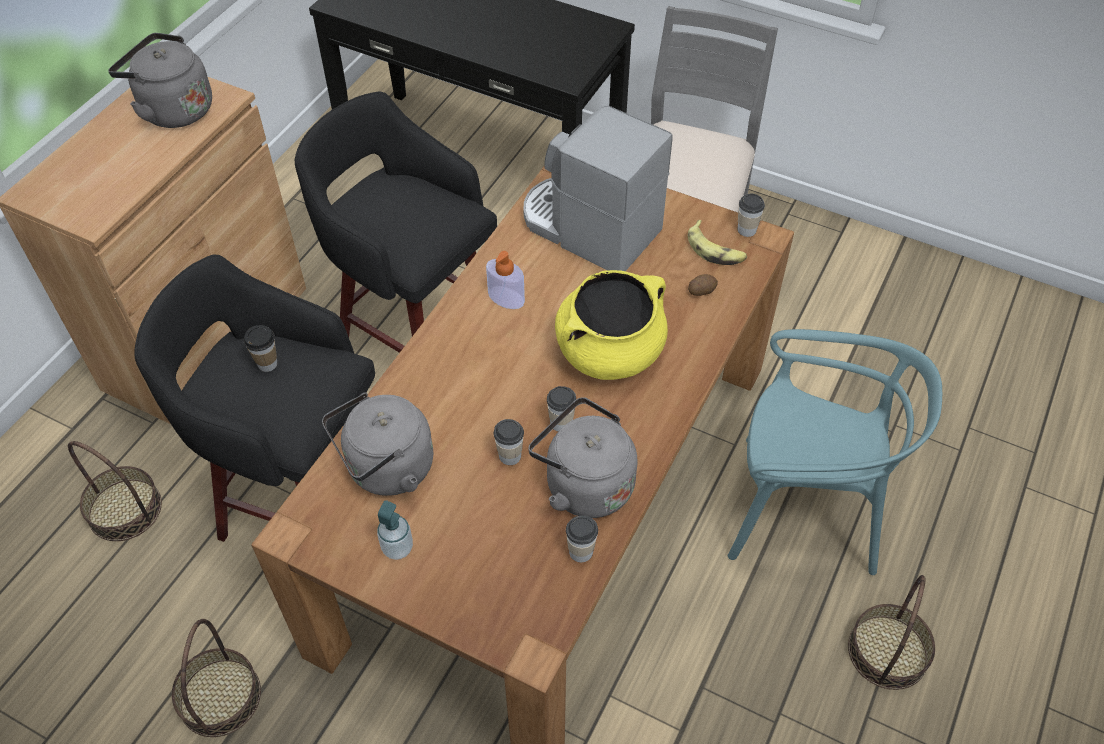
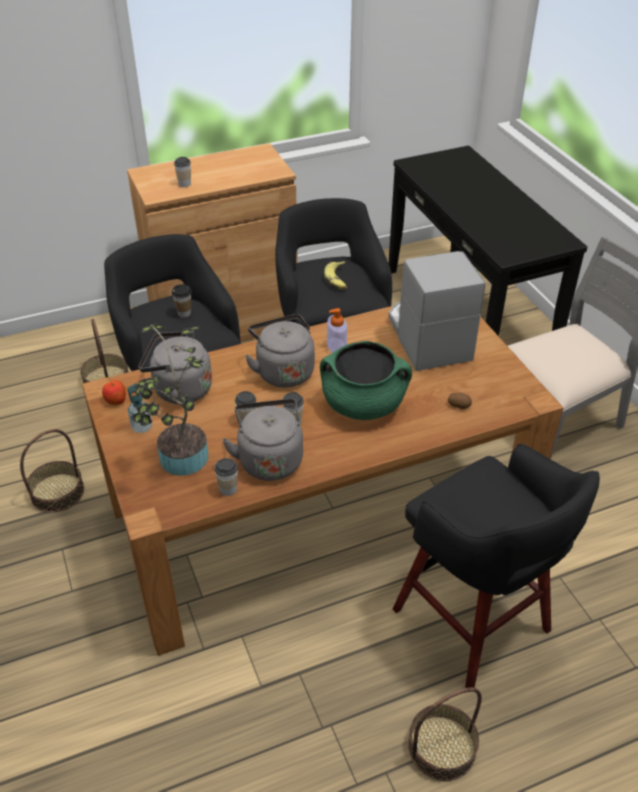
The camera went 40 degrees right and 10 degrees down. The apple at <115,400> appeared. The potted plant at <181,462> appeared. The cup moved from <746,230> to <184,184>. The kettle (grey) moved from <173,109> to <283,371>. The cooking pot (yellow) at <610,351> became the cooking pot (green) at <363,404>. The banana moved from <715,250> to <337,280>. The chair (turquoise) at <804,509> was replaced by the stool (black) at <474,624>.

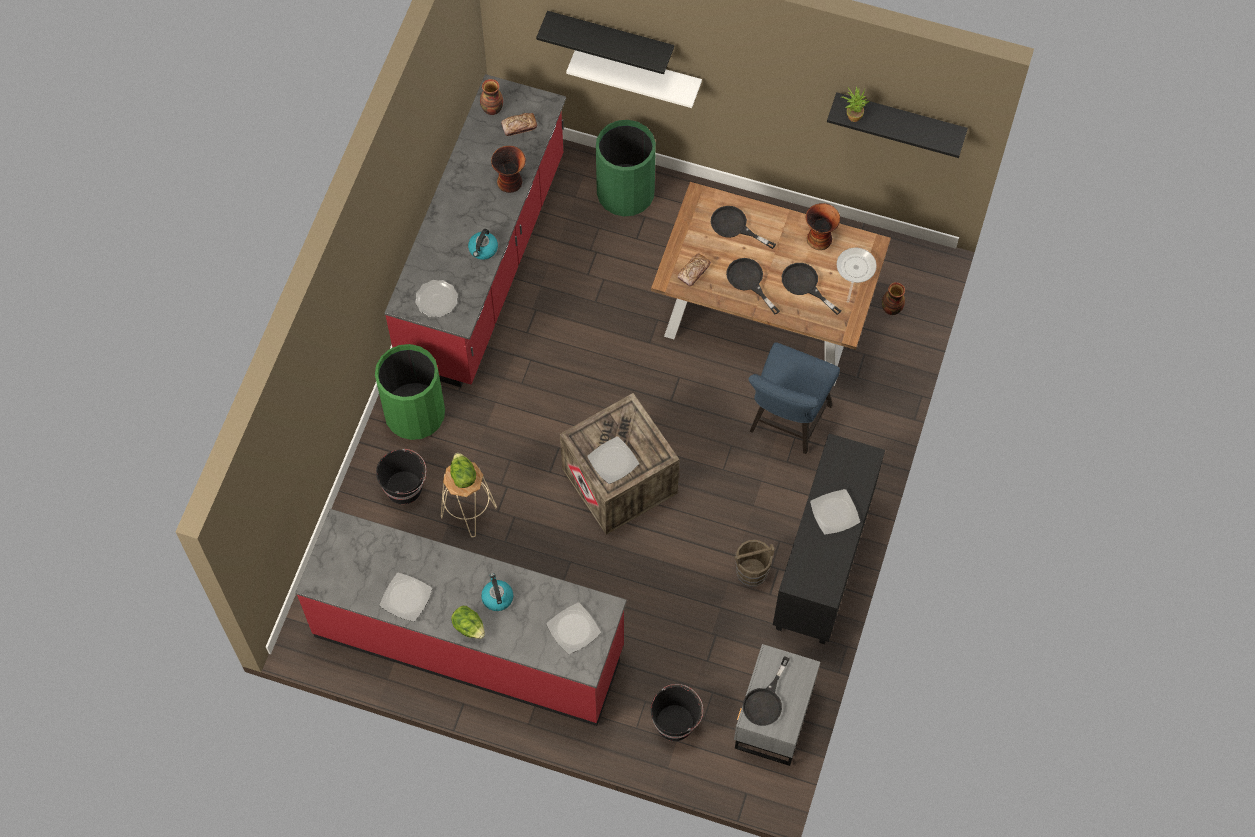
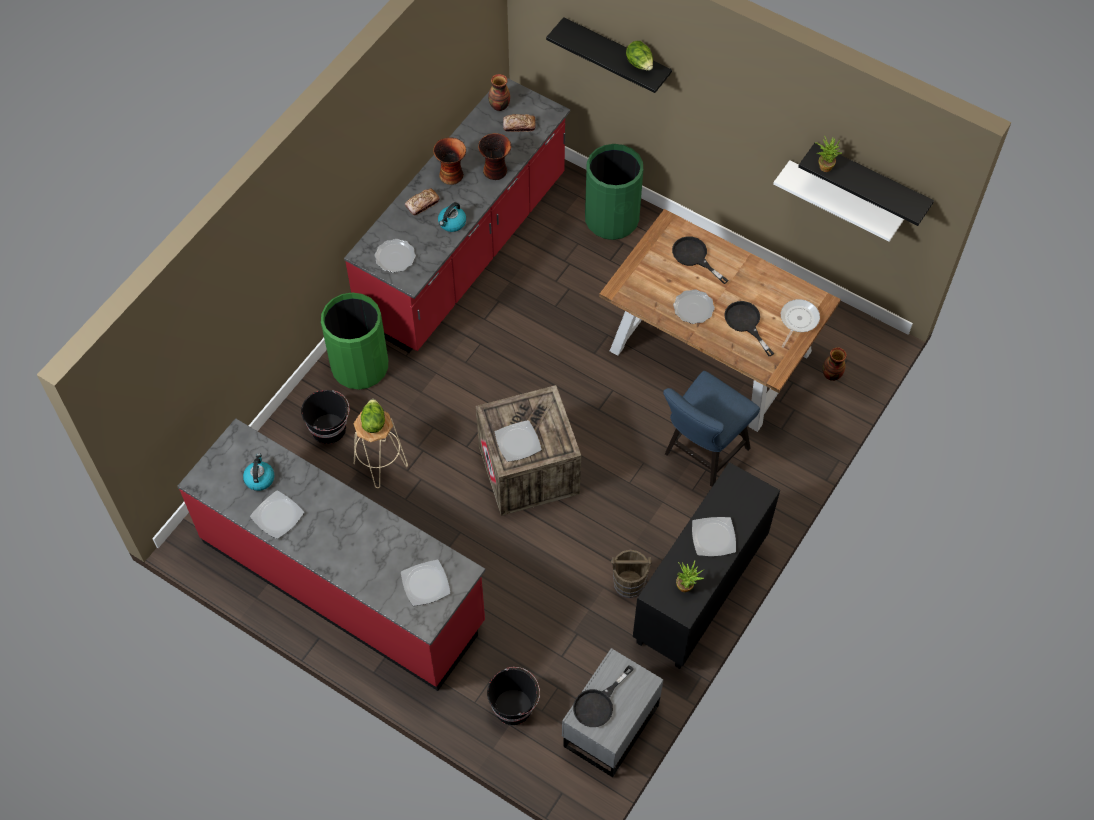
The camera went 15 degrees right and 5 degrees down. The kettle moved from <497,597> to <259,478>. The bread moved from <694,272> to <422,204>. The vase moved from <819,238> to <451,174>. The lettuce moved from <469,627> to <639,64>. The frying pan (black) at <748,281> was replaced by the plate at <693,308>. The potted plant at <687,586> appeared. The shelf (white) moved from <639,71> to <844,198>.

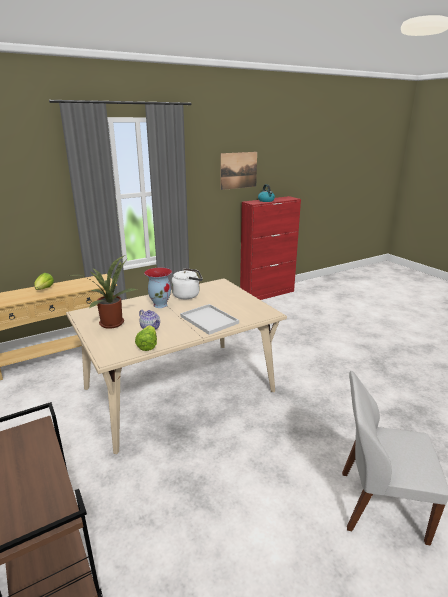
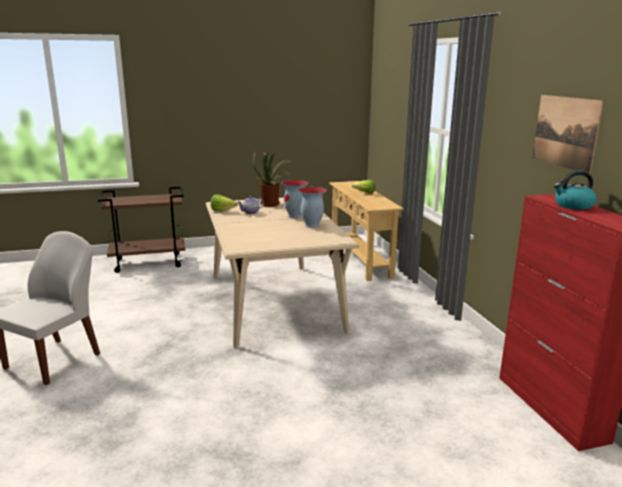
The camera went 105 degrees right and 5 degrees down. The kettle (white) at <188,295> was replaced by the vase at <311,225>. The tray (white) at <208,319> disappeared.

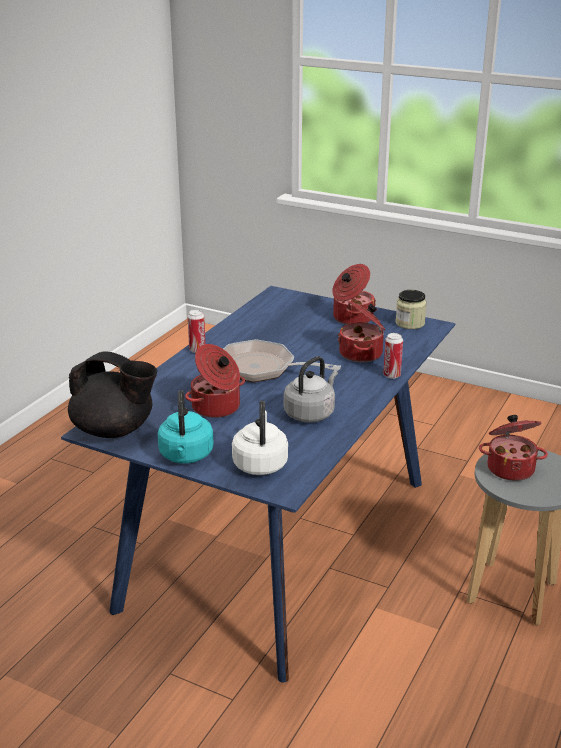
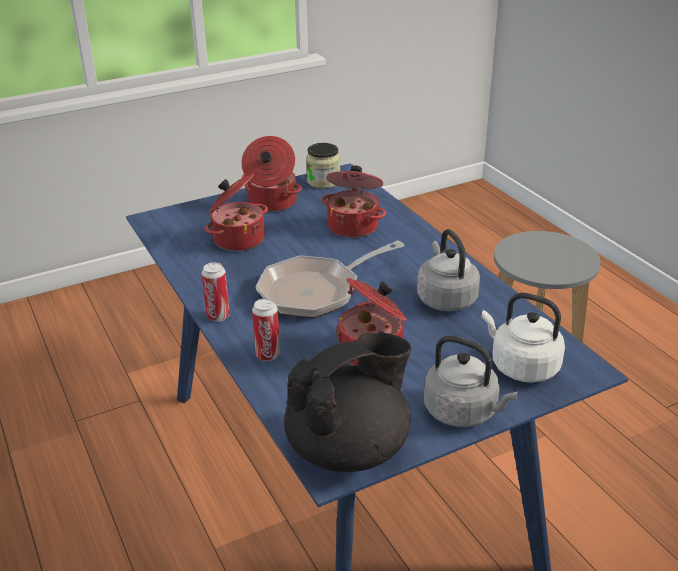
The camera went 55 degrees left and 5 degrees up. The cooking pot moved from <510,468> to <237,239>. The can moved from <392,375> to <268,355>. The kettle (turquoise) at <186,456> became the kettle (grey) at <464,412>.

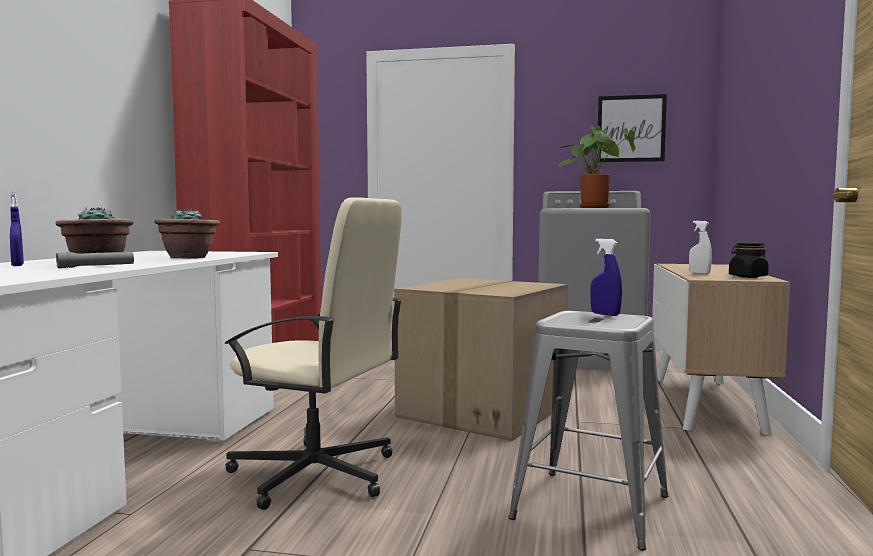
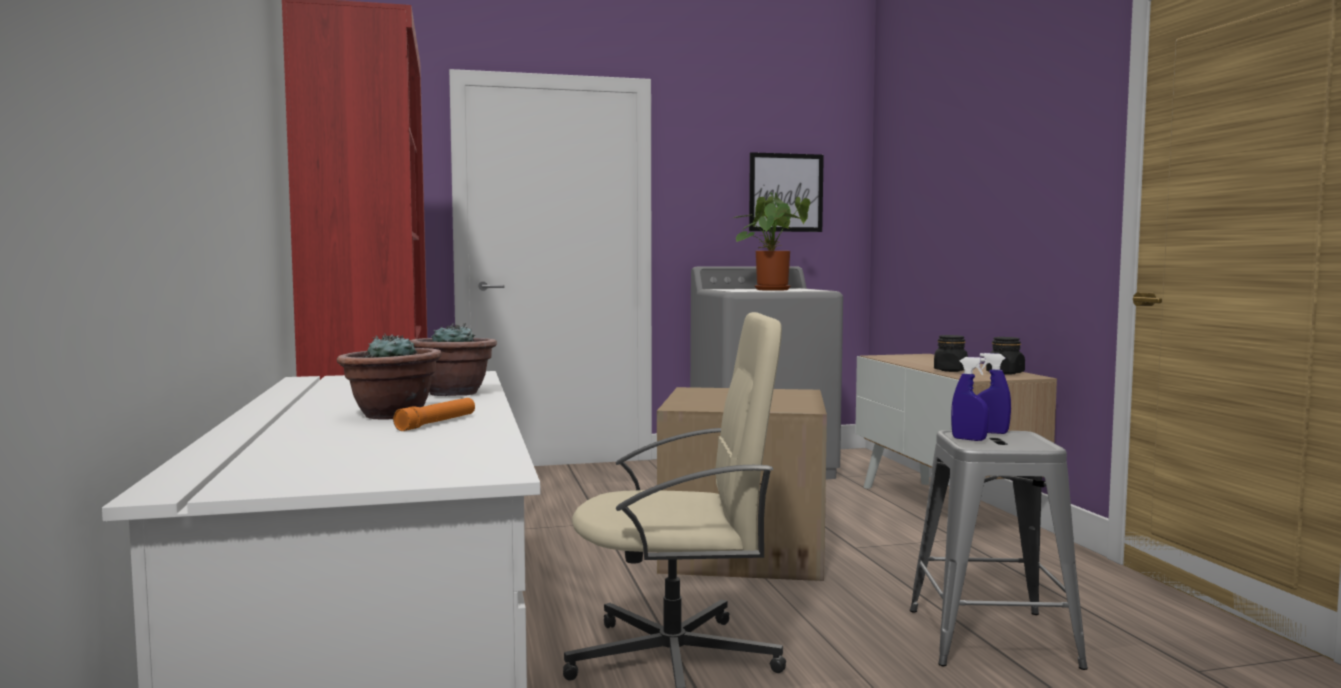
The camera went 25 degrees left and 0 degrees up. The flashlight (grey) at <96,266> became the flashlight (orange) at <437,423>. The spray bottle (white) at <699,273> was replaced by the jar (black) at <950,370>. The spray bottle (blue) moved from <17,265> to <969,439>.

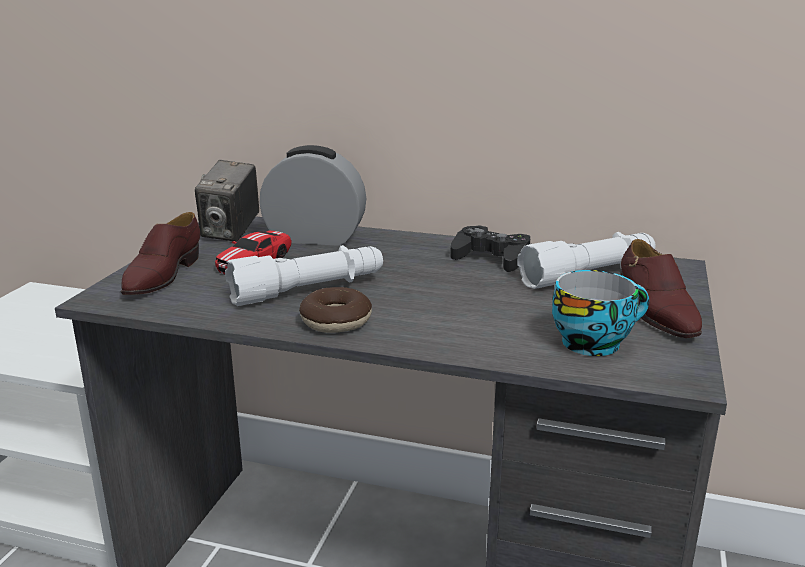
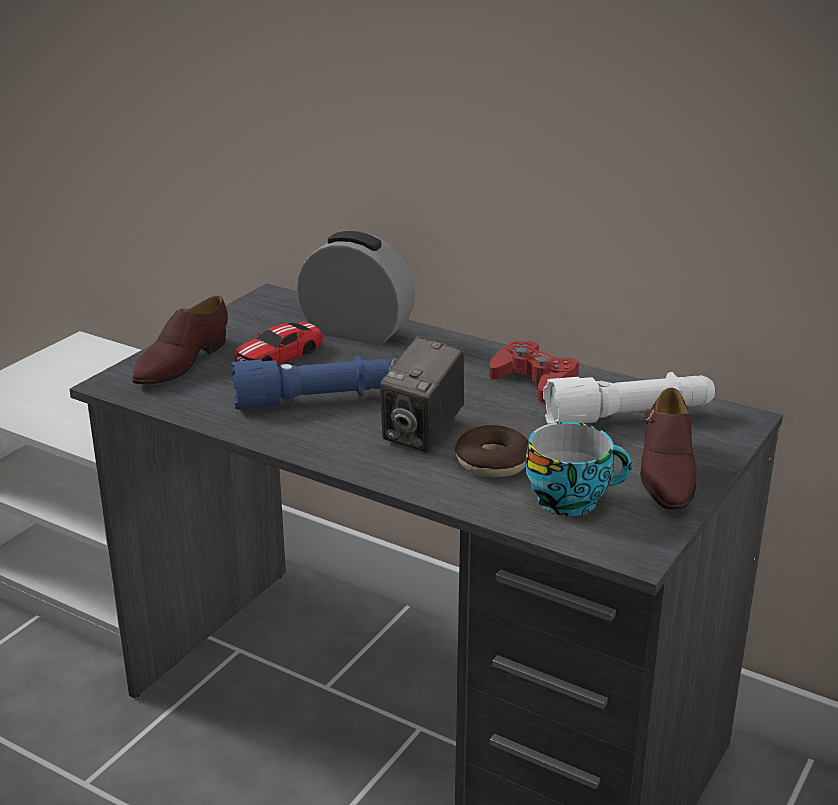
The camera went 15 degrees right and 5 degrees up. The flashlight (white) at <309,291> became the flashlight (blue) at <317,400>. The photo camera moved from <231,232> to <423,434>. The donut moved from <336,321> to <493,463>. The game controller (black) at <491,257> became the game controller (red) at <534,381>.

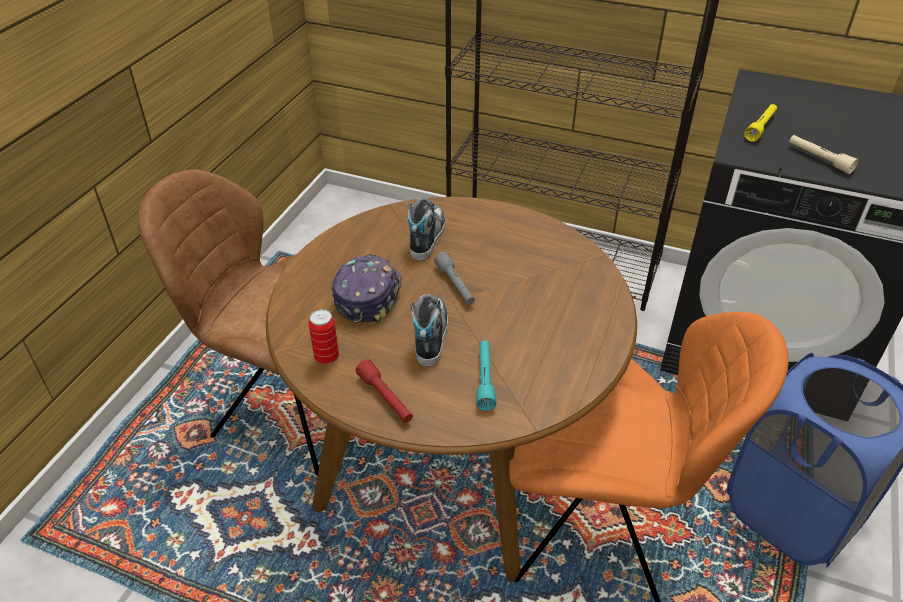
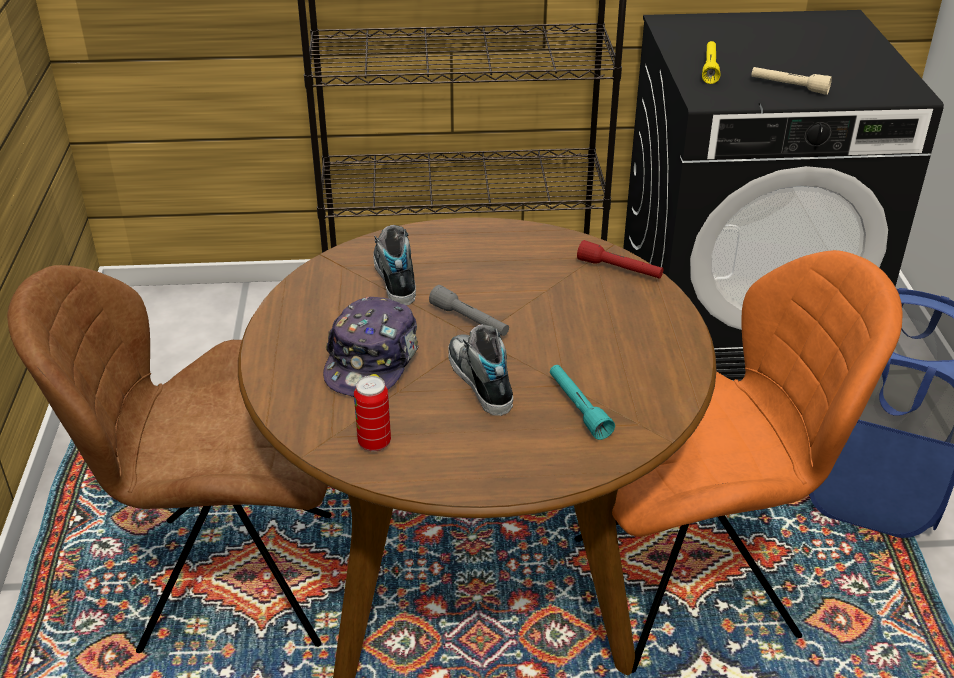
The camera went 25 degrees left and 5 degrees down. The cap at <367,295> turned 150 degrees counterclockwise. The flashlight (red) moved from <385,398> to <619,270>.

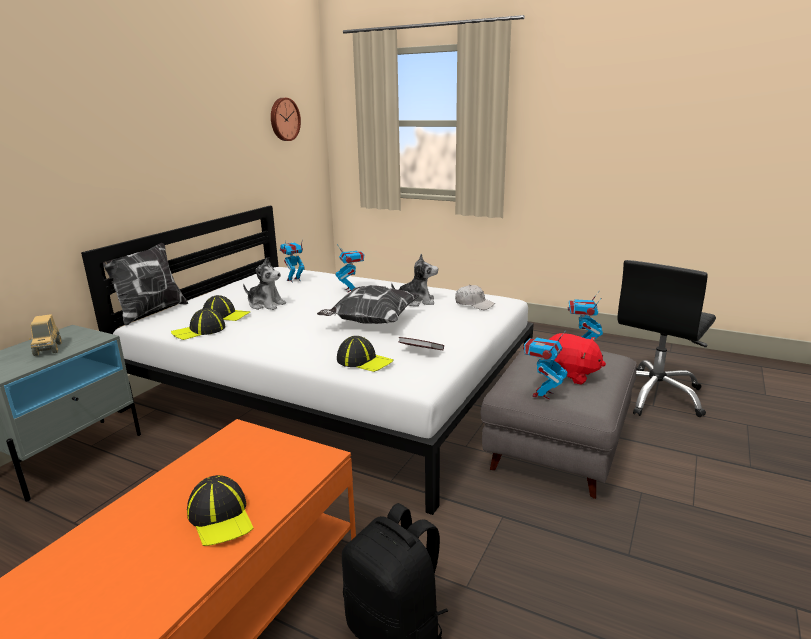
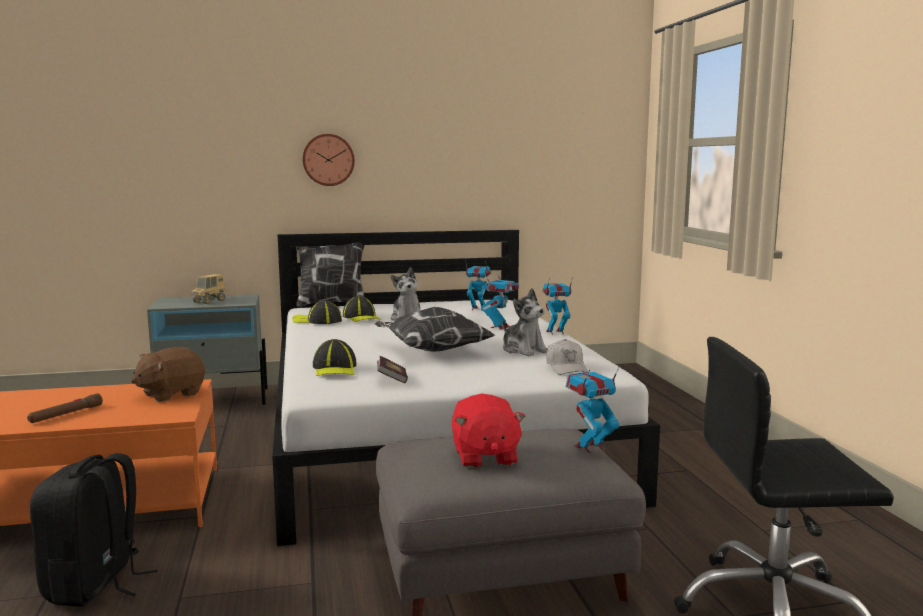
The camera went 50 degrees right and 10 degrees down. The cap at <221,517> was replaced by the flashlight (brown) at <66,414>. The plush toy (brown) at <171,394> appeared. The wall clock moved from <284,119> to <328,160>. The toy robot moved from <542,394> to <555,332>.

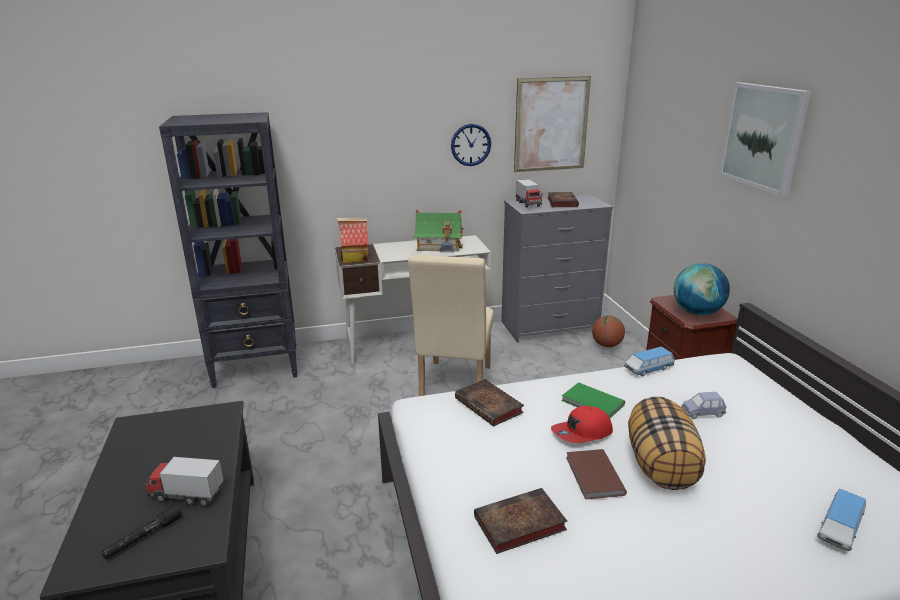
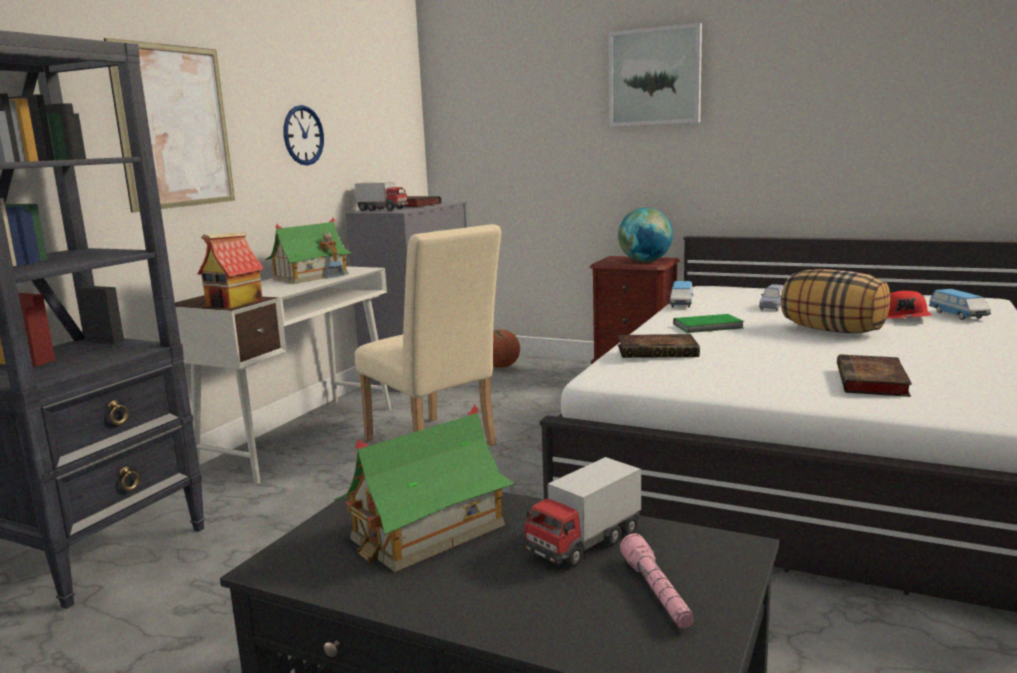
The camera went 50 degrees left and 10 degrees down. The picture moved from <551,124> to <174,127>. The toy house at <427,532> appeared. The flashlight (black) at <143,537> became the flashlight (pink) at <656,592>. The cap (red) moved from <582,433> to <905,317>. The book (brown) at <593,476> disappeared.

